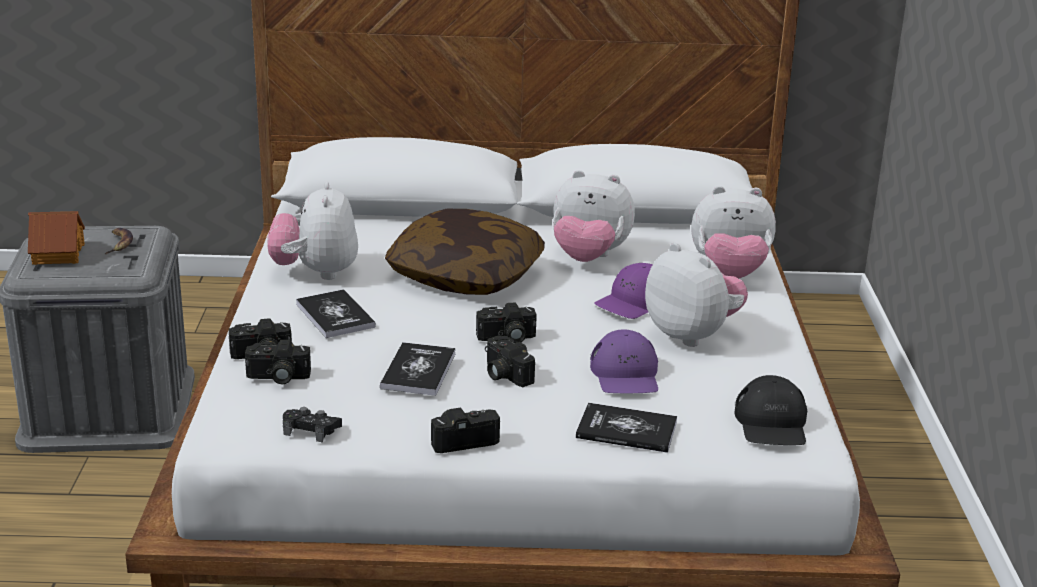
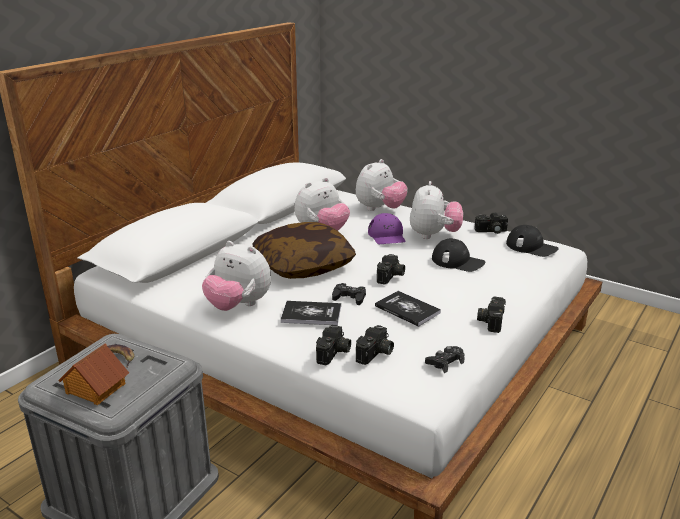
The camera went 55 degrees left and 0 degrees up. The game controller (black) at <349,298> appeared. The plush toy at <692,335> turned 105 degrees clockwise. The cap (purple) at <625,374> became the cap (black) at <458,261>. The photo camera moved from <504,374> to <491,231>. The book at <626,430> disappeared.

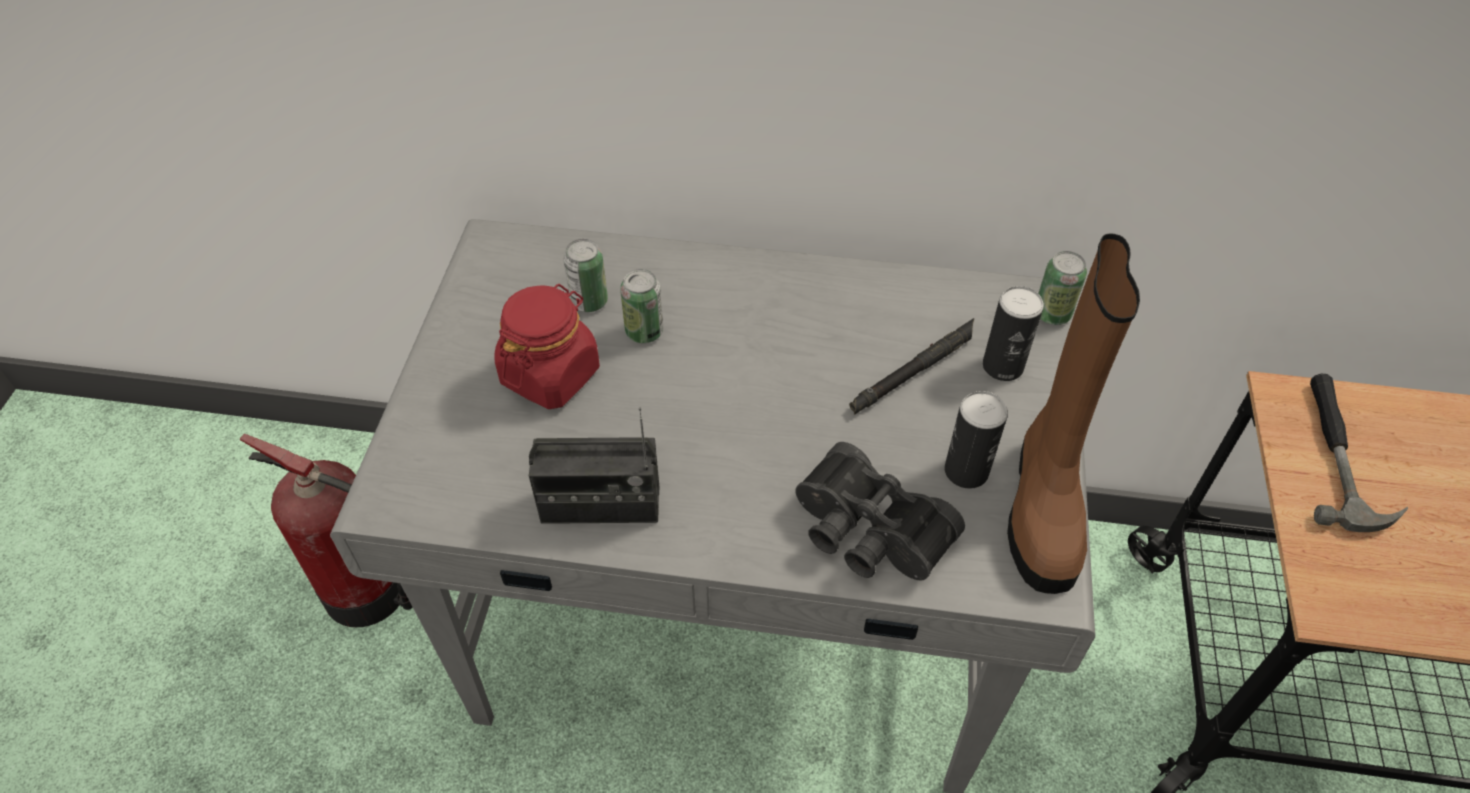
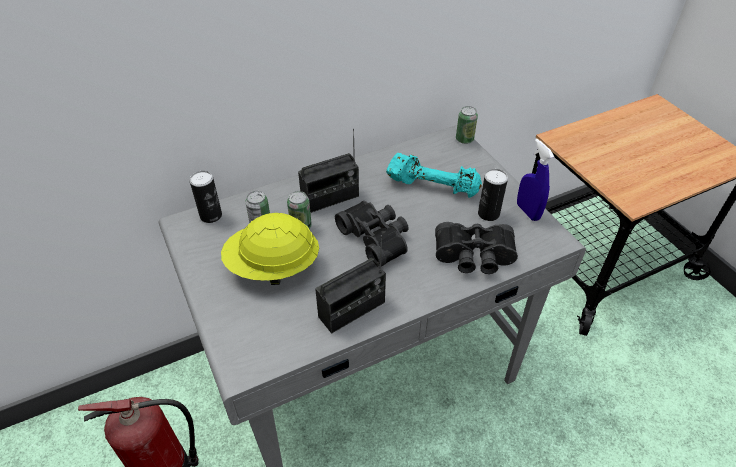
The camera went 35 degrees left and 5 degrees down. The can moved from <1002,366> to <211,215>. The jar (red) at <550,374> was replaced by the hard hat (yellow) at <273,267>. The radio at <330,198> appeared. The binoculars (black) at <376,238> appeared. The flashlight (black) at <915,370> was replaced by the dumbbell (turquoise) at <433,185>. The boot (brown) at <1043,506> was replaced by the spray bottle (blue) at <528,211>. The hammer at <1340,456> disappeared.

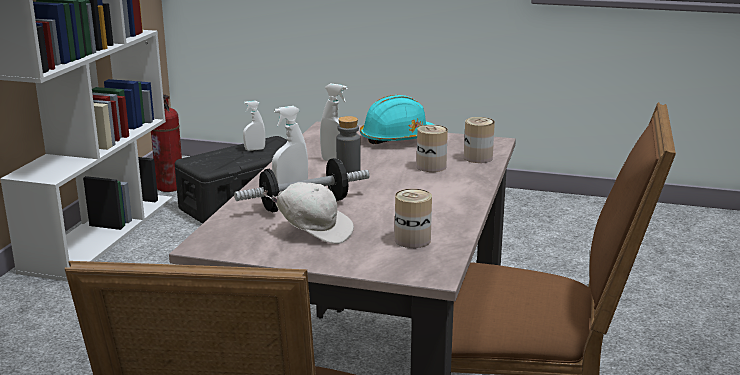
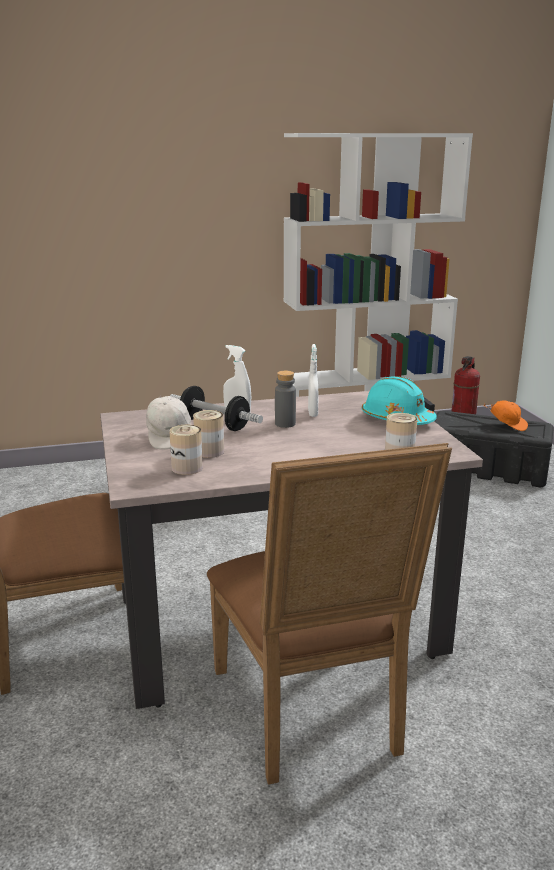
The camera went 60 degrees right and 0 degrees up. The can moved from <431,167> to <209,451>. The spray bottle (white) at <255,149> was replaced by the cap (orange) at <507,425>.

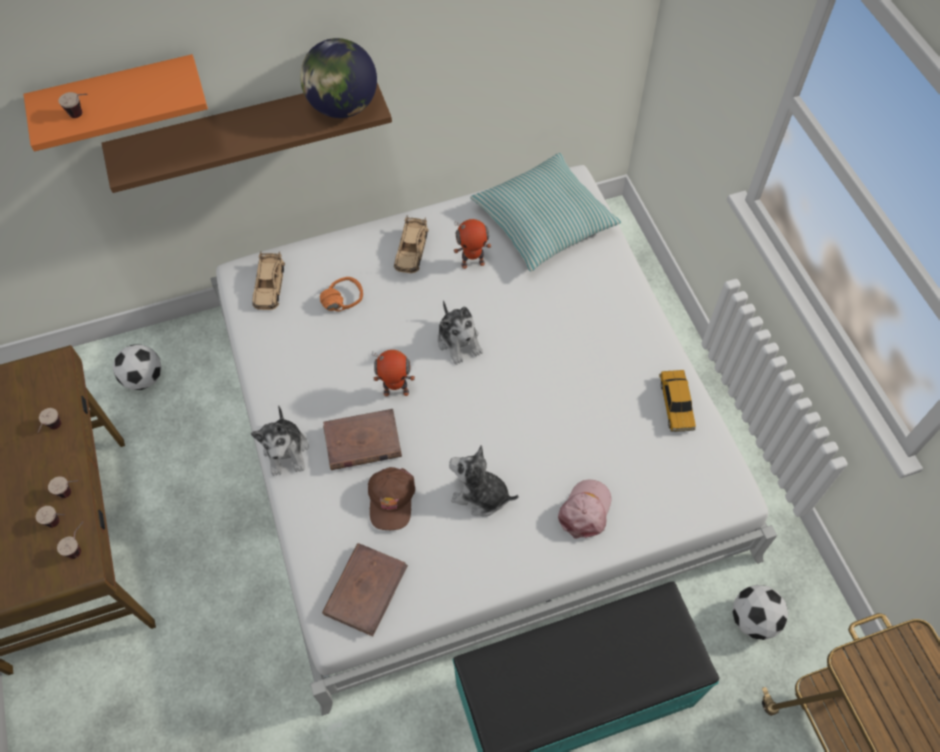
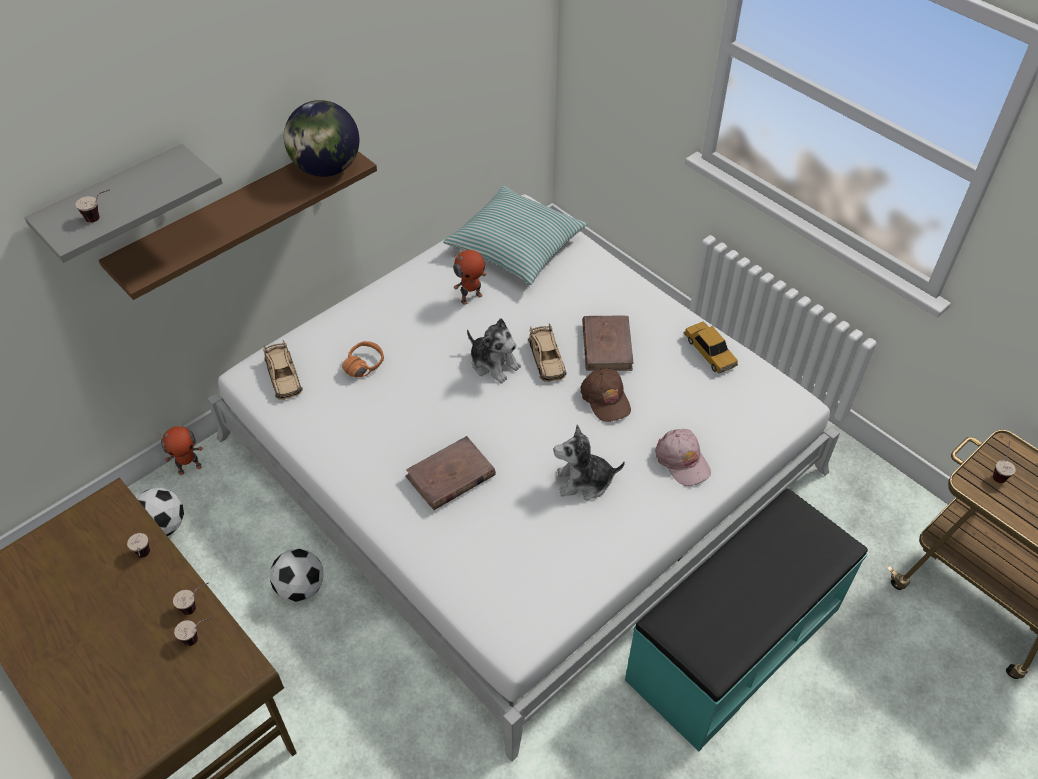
The camera went 25 degrees left and 10 degrees down. The shelf (orange) at <119,97> became the shelf (grey) at <115,204>. The toy robot moved from <396,391> to <189,468>. The football moved from <753,619> to <301,588>. The toy car (beige) moved from <411,250> to <547,359>. The cap (brown) moved from <391,500> to <606,399>. The book (brown) moved from <366,589> to <607,346>. The cap (pink) at <585,510> turned 150 degrees clockwise. The cup moved from <81,546> to <998,472>. The plush toy at <286,450> disappeared.

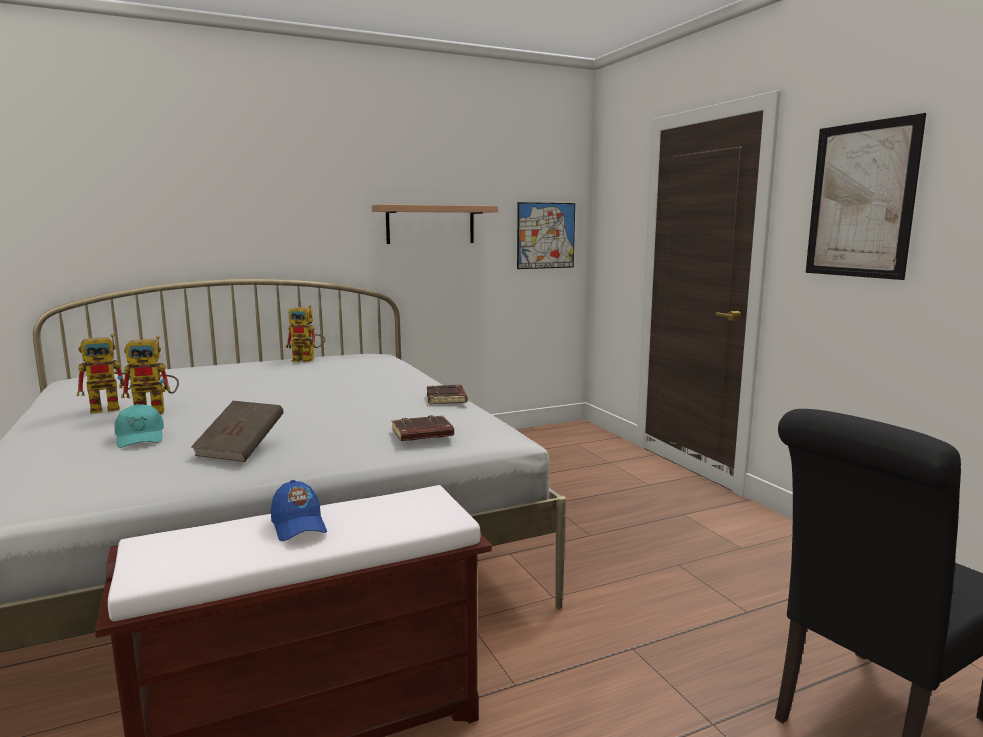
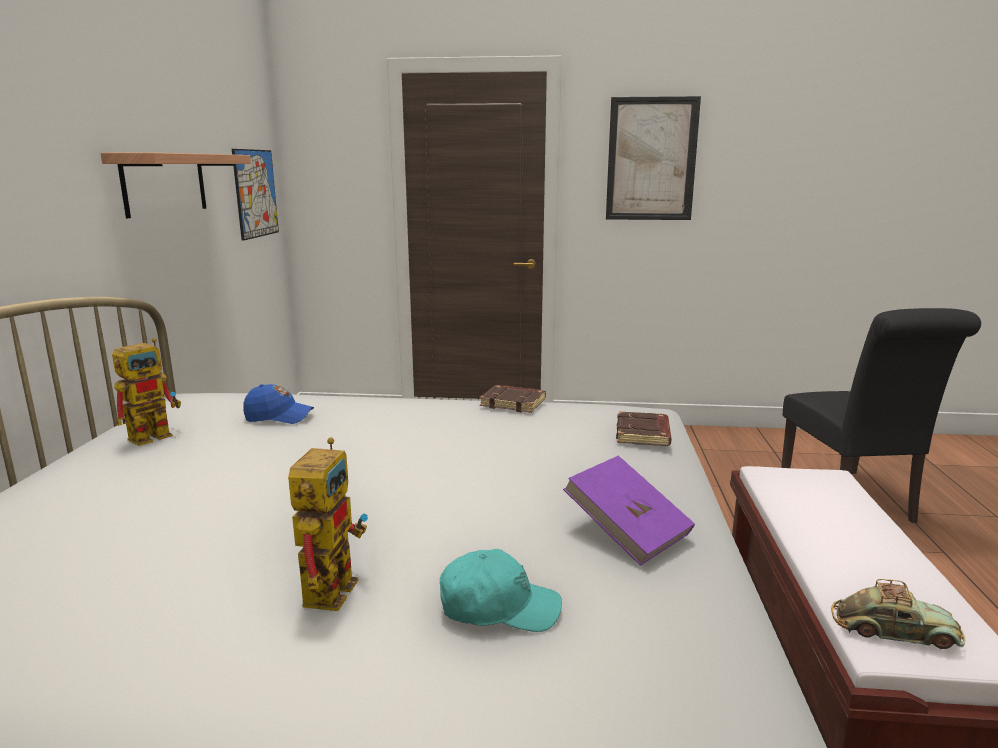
The camera went 60 degrees left and 5 degrees up. The cap (blue) moved from <298,526> to <279,417>. The book (brown) at <241,449> became the book (purple) at <627,532>. The toy car at <894,630> appeared. The toy robot at <112,408> disappeared.

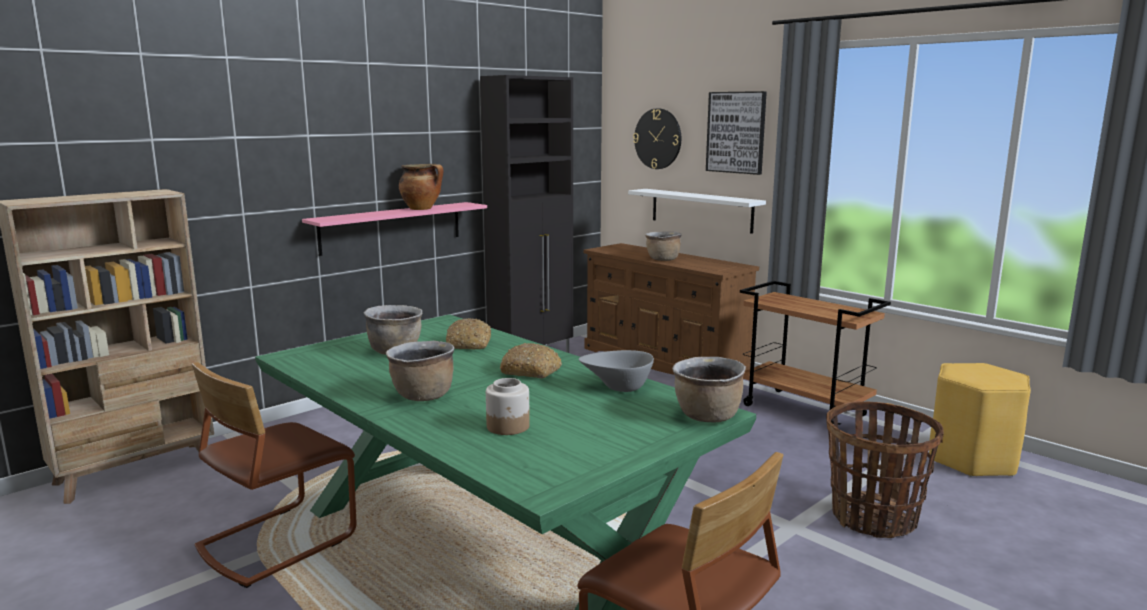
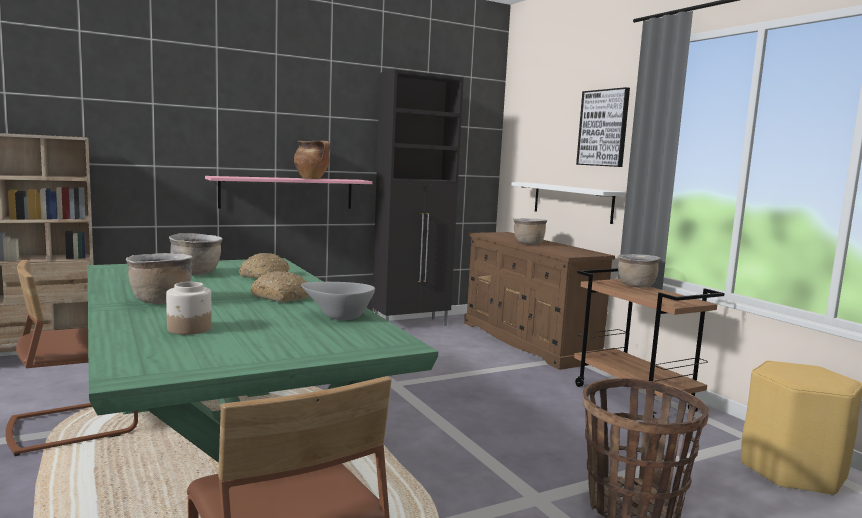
The camera went 15 degrees right and 5 degrees down. The cooking pot (brown) moved from <707,417> to <636,286>. The wall clock at <658,139> disappeared.

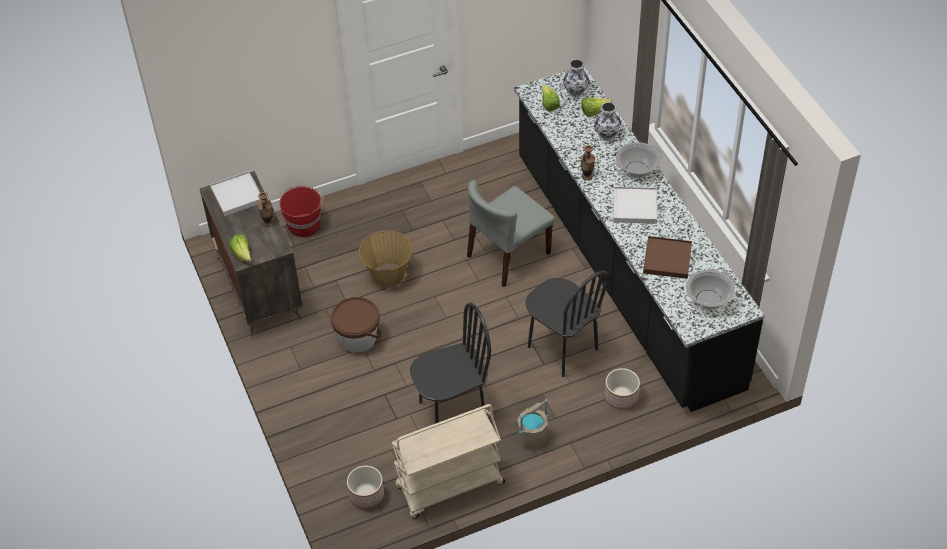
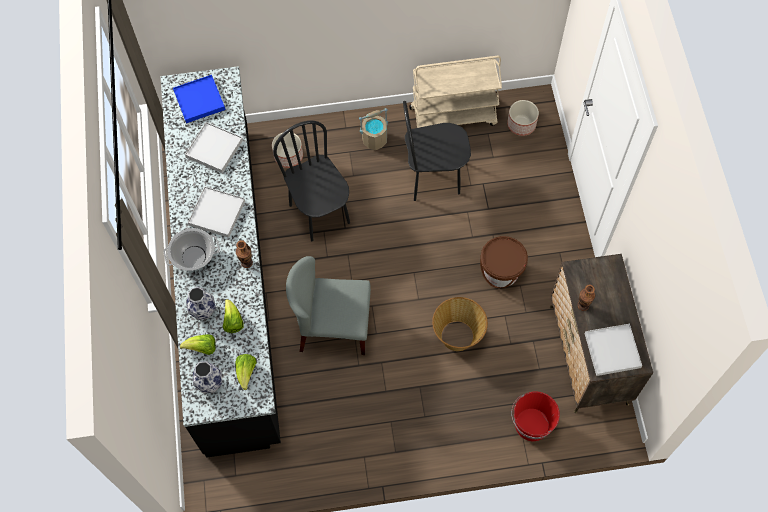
The camera went 165 degrees left and 15 degrees up. The cooking pot at <708,300> was replaced by the tray (blue) at <199,100>. The tray (brown) at <667,259> became the tray (white) at <214,149>. The lettuce moved from <242,254> to <233,321>. The chair (grey) at <508,255> turned 150 degrees counterclockwise.

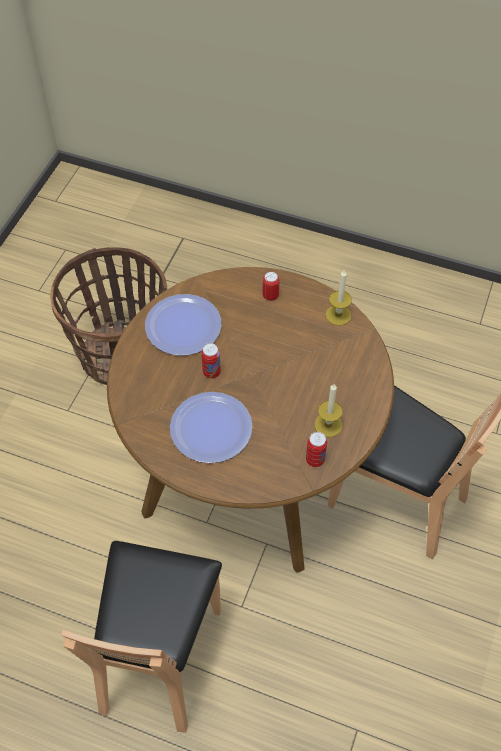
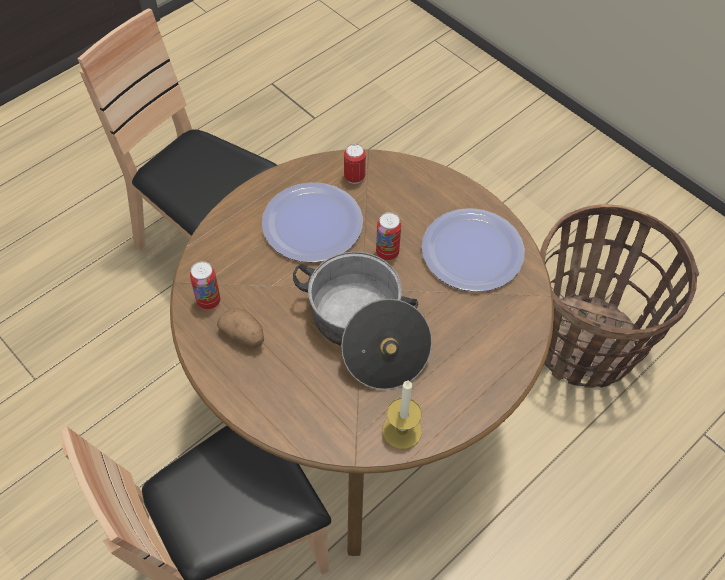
The camera went 115 degrees right and 0 degrees up. The candle at <328,425> was replaced by the potato at <244,336>. The cooking pot at <365,332> appeared. The can moved from <270,296> to <354,177>.

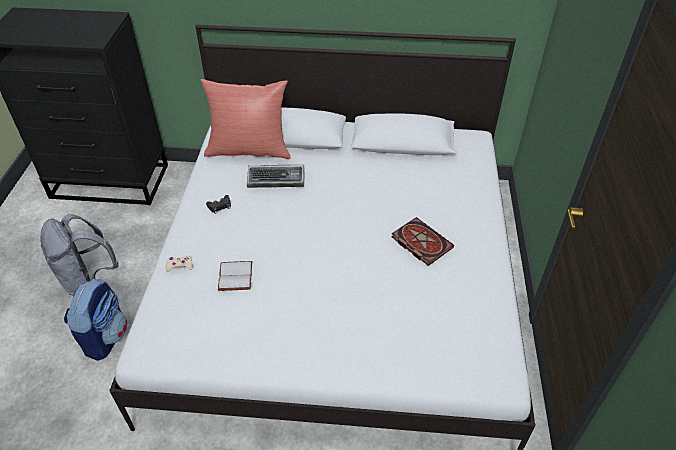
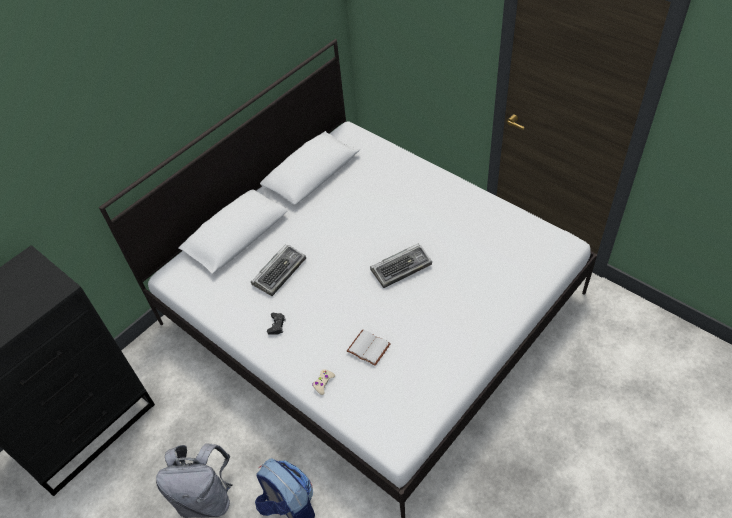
The camera went 50 degrees left and 5 degrees up. The keyboard at <401,267> appeared. The pillow (red) at <249,150> disappeared. The book at <420,242> disappeared.

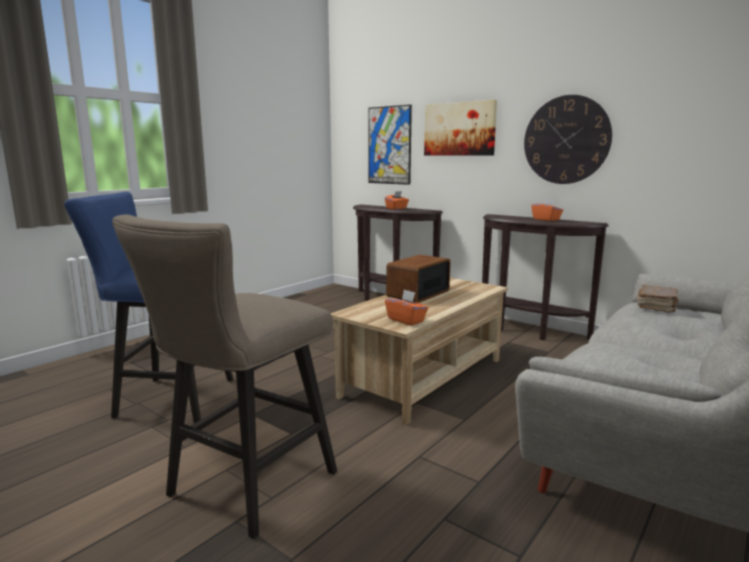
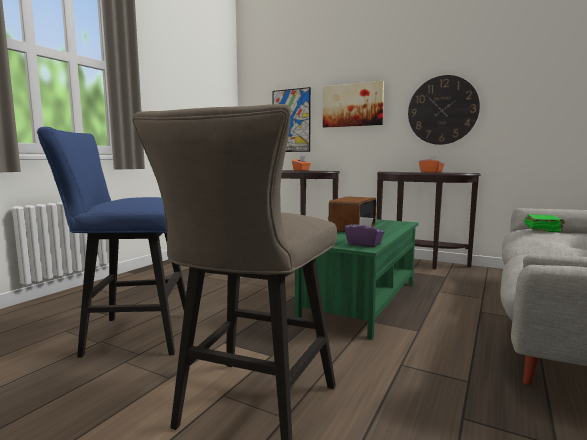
The camera went 10 degrees left and 5 degrees down. The coffee table (beige) at <424,378> became the coffee table (green) at <361,301>. The tissue box (orange) at <406,320> became the tissue box (purple) at <364,244>. The book (brown) at <657,307> became the book (green) at <543,230>.

